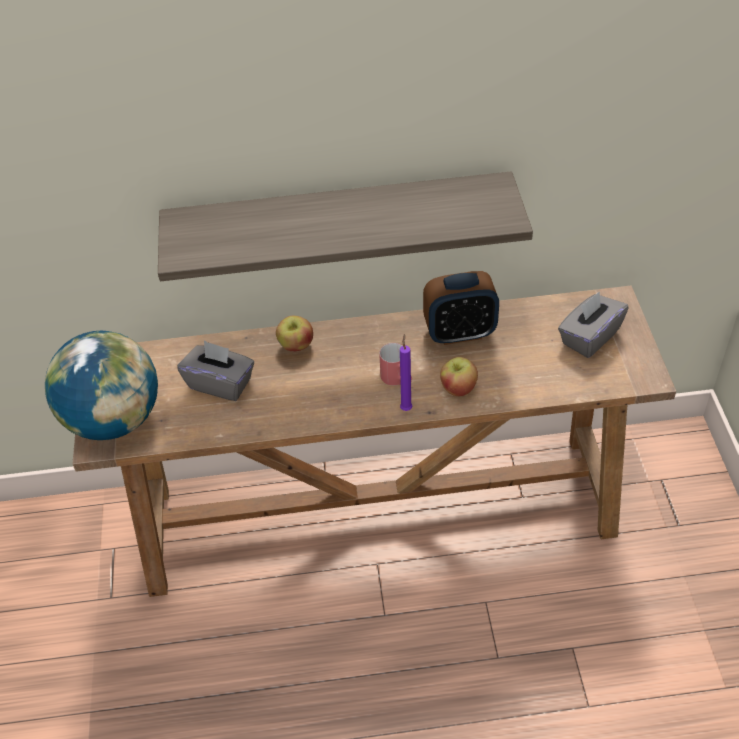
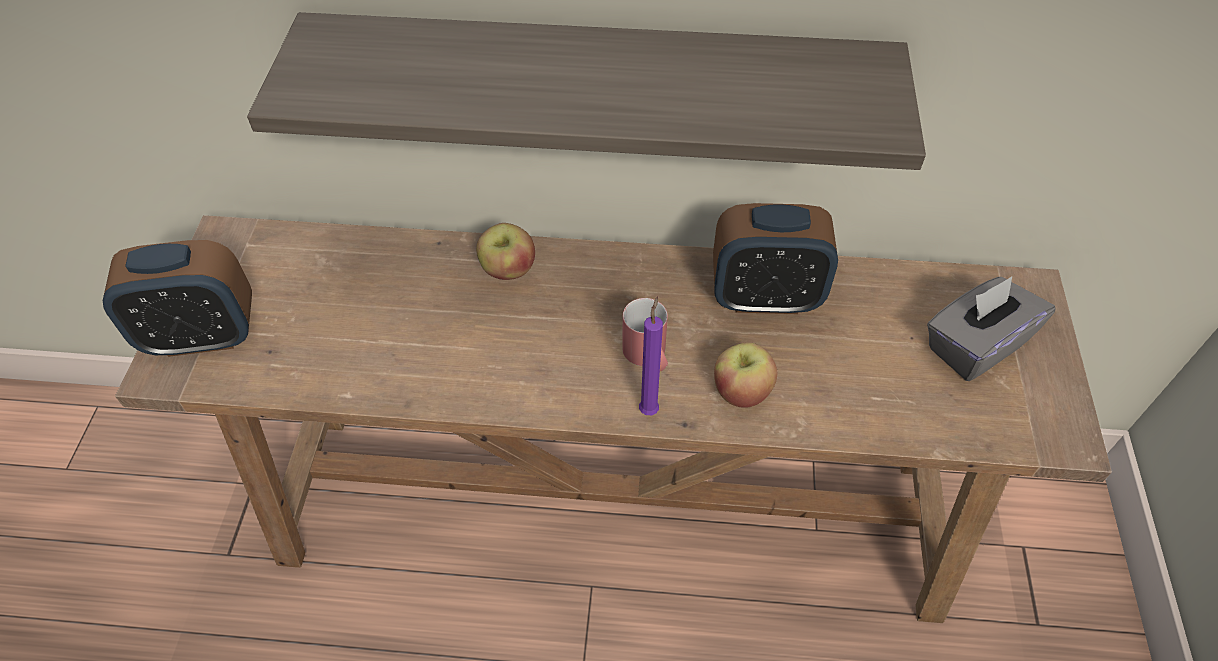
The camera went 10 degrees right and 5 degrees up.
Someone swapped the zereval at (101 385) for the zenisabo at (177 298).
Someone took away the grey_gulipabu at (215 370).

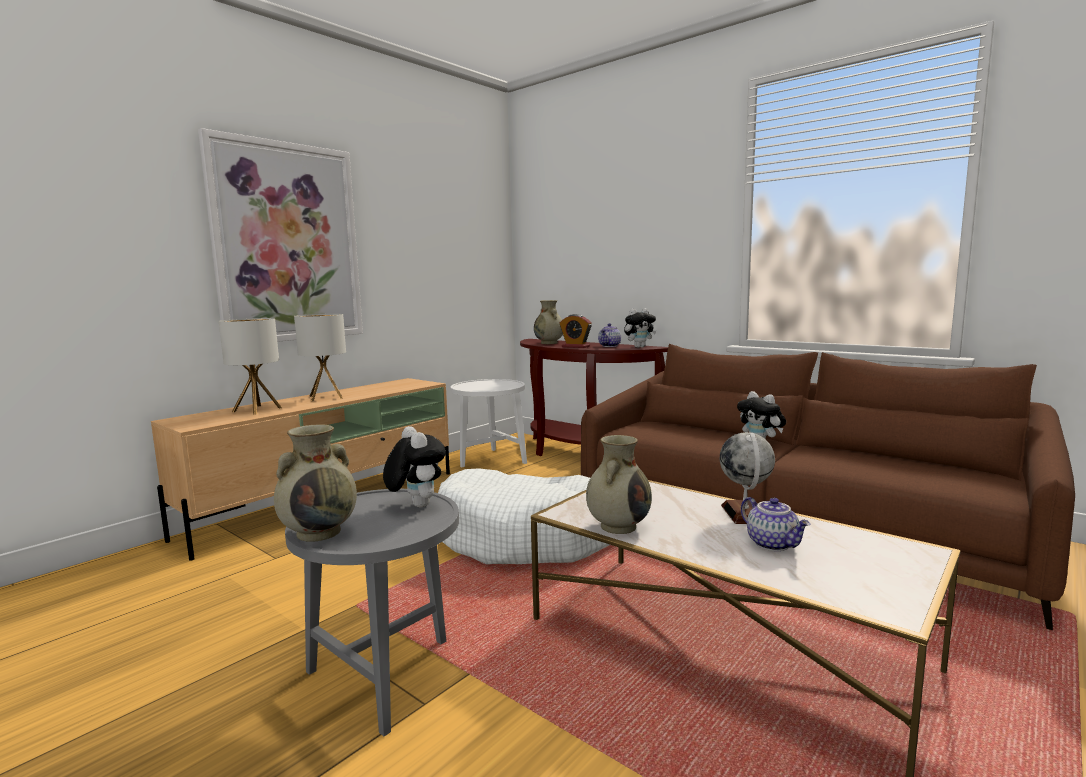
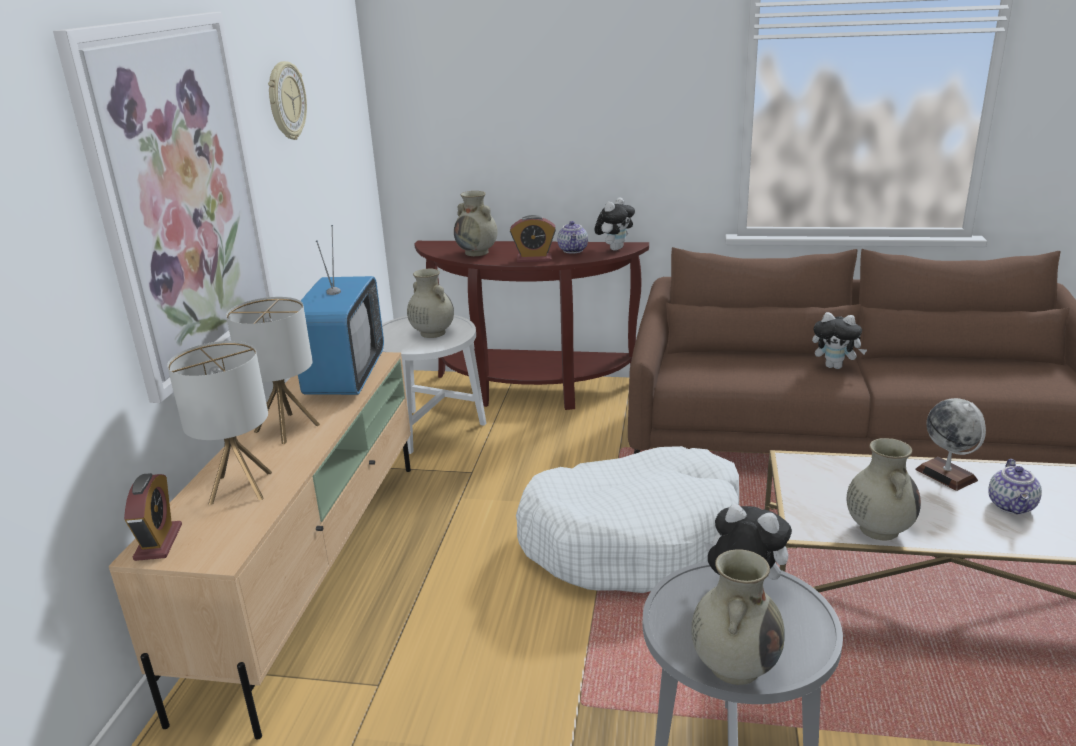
The camera went 30 degrees left and 15 degrees up.
Someone put down the zenisabo at (153 517).
Someone put up the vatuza at (287 100).
Someone put down the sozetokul at (341 310).
Someone put down the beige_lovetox at (430 303).
Someone rotated the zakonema at (775 524) by 75 degrees clockwise.

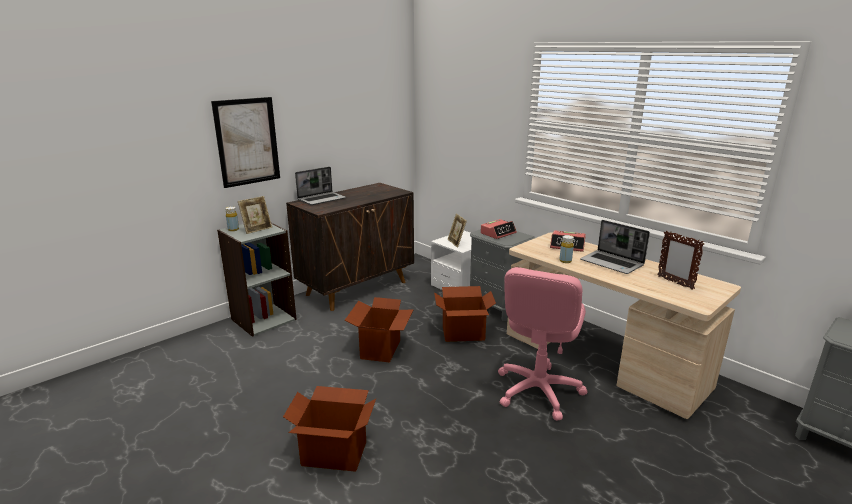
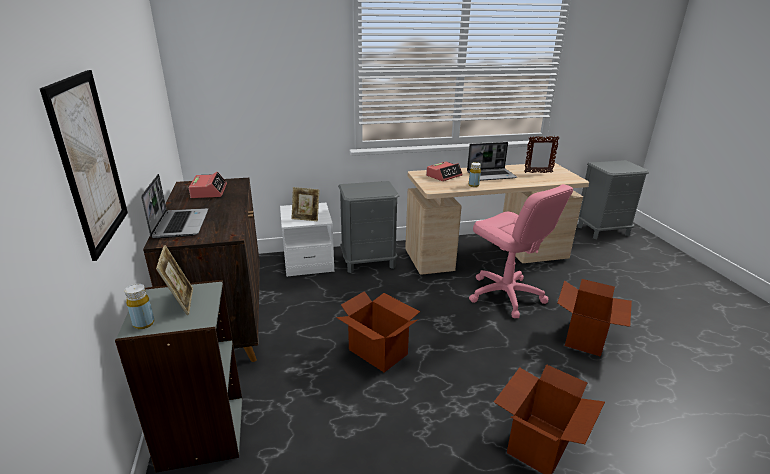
The camera went 60 degrees left and 5 degrees up.
Someone carried the zenisabo from (499 229) to (208 185).
Someone carried the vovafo from (465 314) to (594 318).

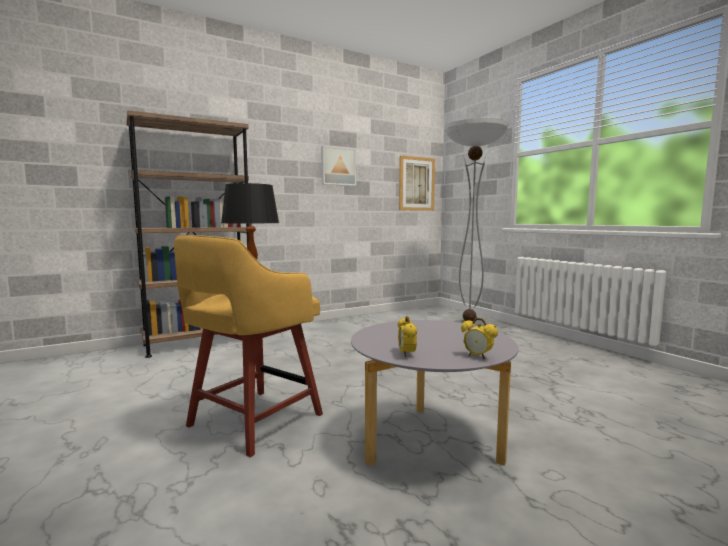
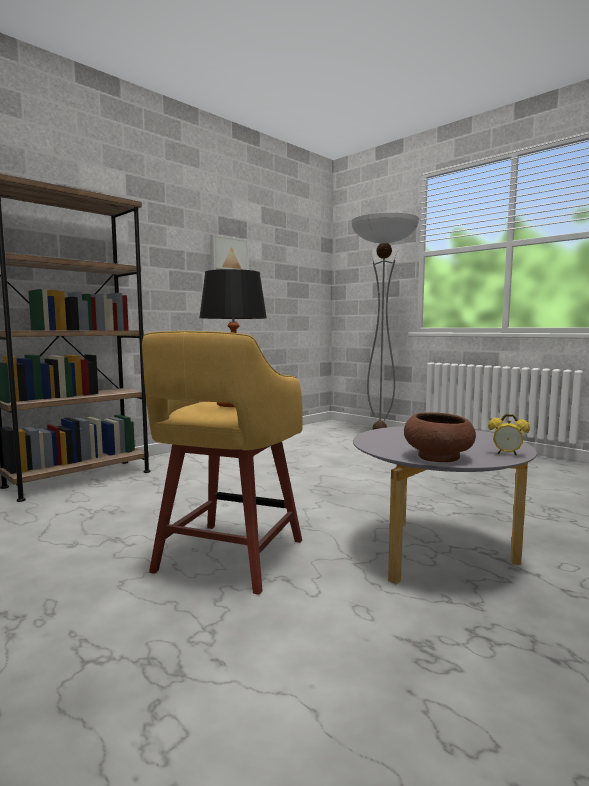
The camera went 15 degrees left and 0 degrees up.
Someone swapped the zenisabo at (407 336) for the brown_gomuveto at (440 437).
Someone took away the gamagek at (417 183).

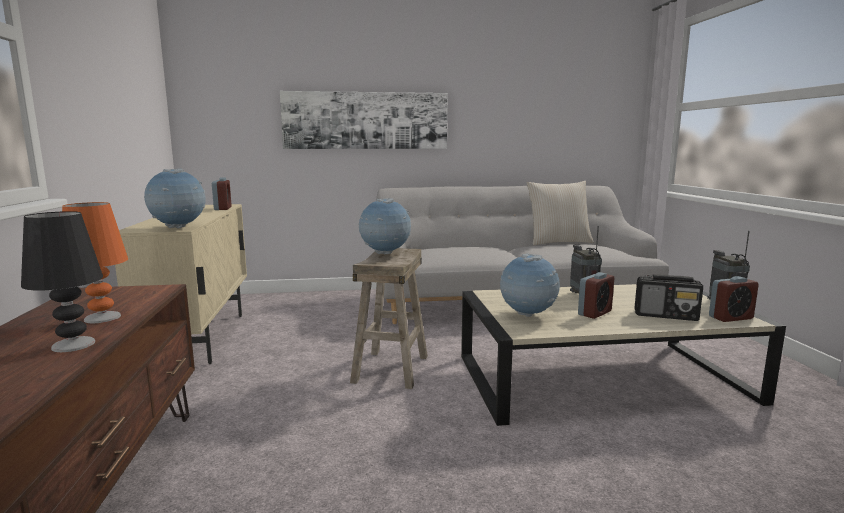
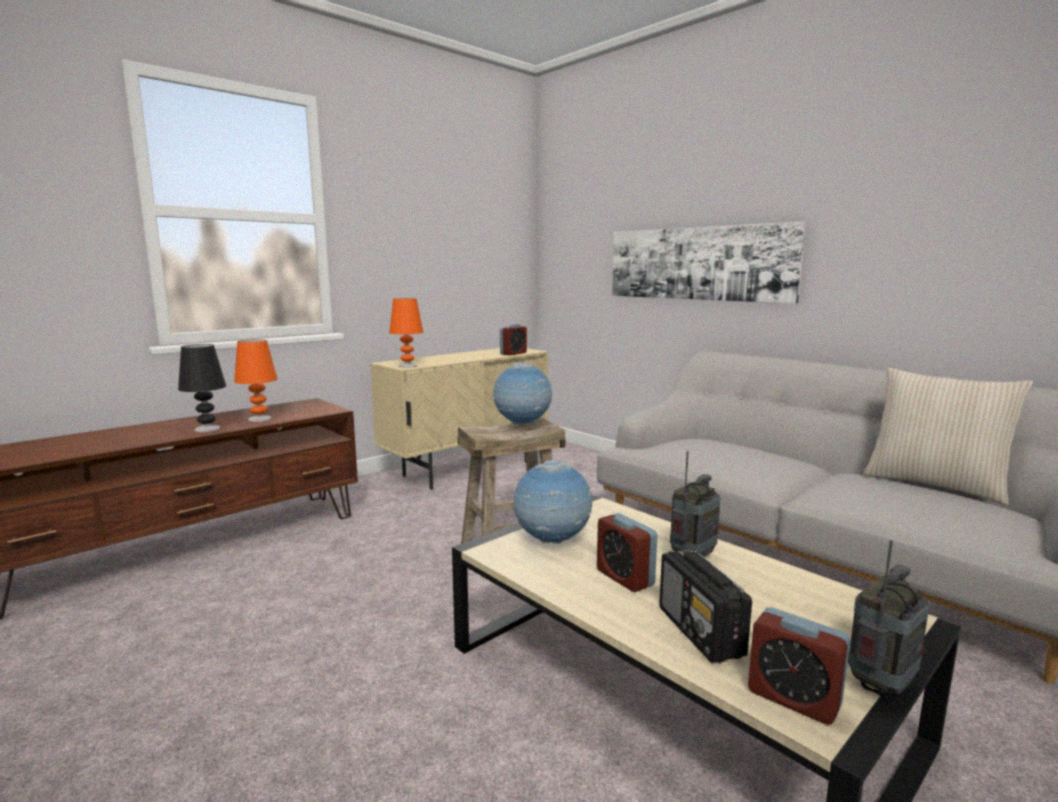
The camera went 55 degrees right and 0 degrees up.
Someone swapped the zereval at (175 199) for the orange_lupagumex at (406 333).
Someone rotated the zenisabo at (596 295) by 45 degrees clockwise.

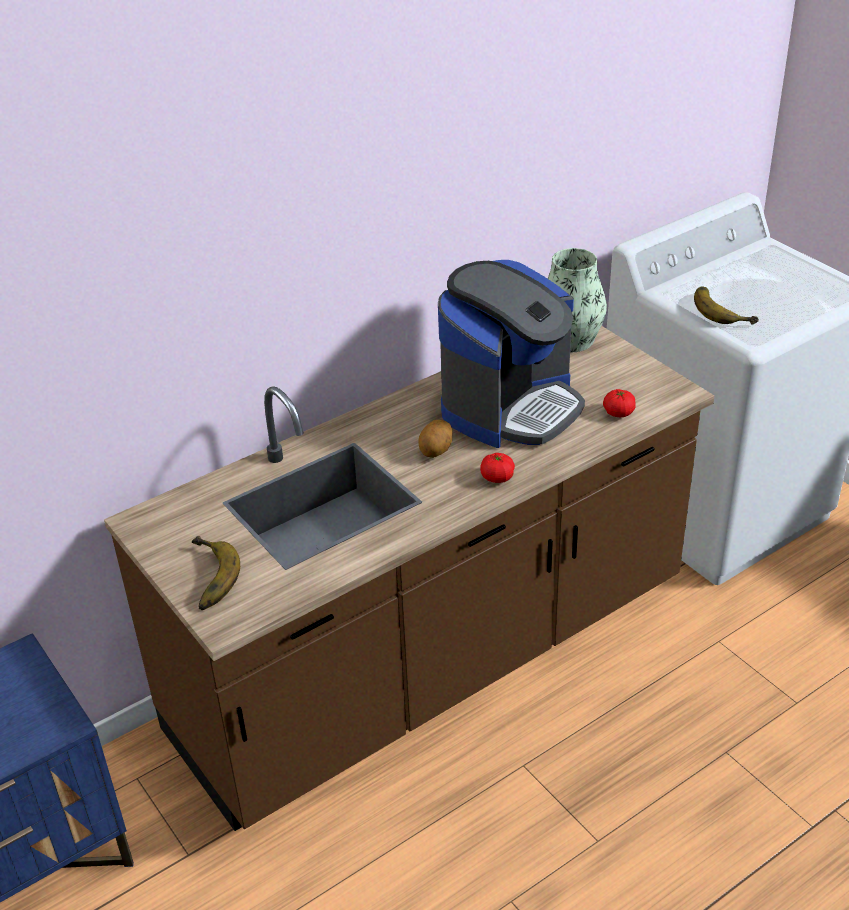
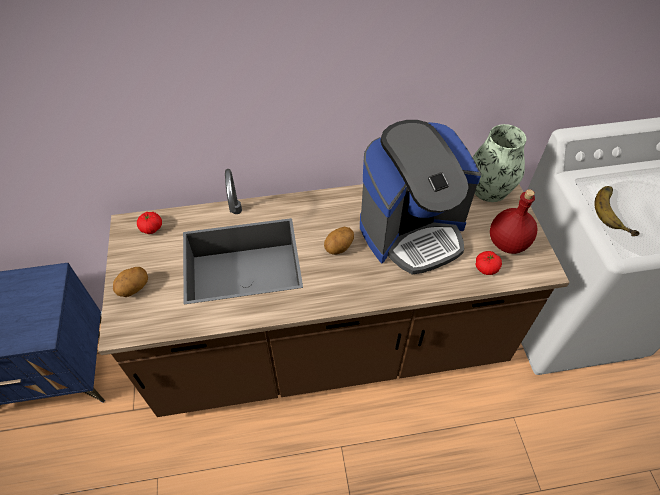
The camera went 25 degrees right and 15 degrees up.
Someone swapped the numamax at (216 573) for the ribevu at (130 282).
Someone carried the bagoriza from (497 468) to (149 223).
Someone put down the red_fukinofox at (513 221).

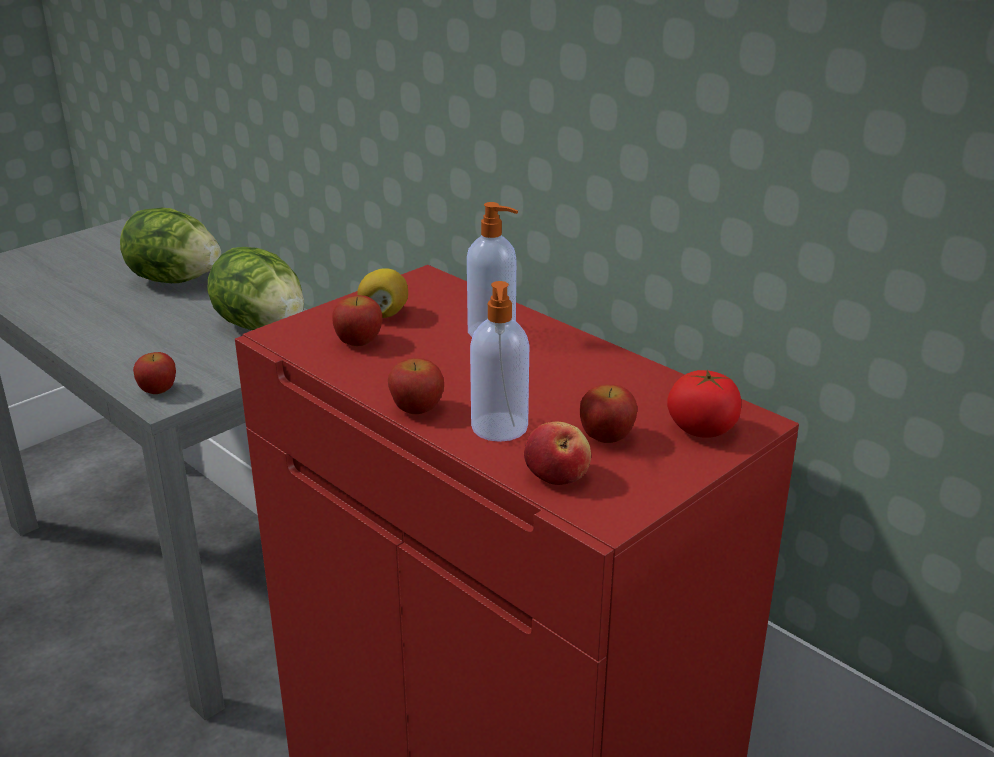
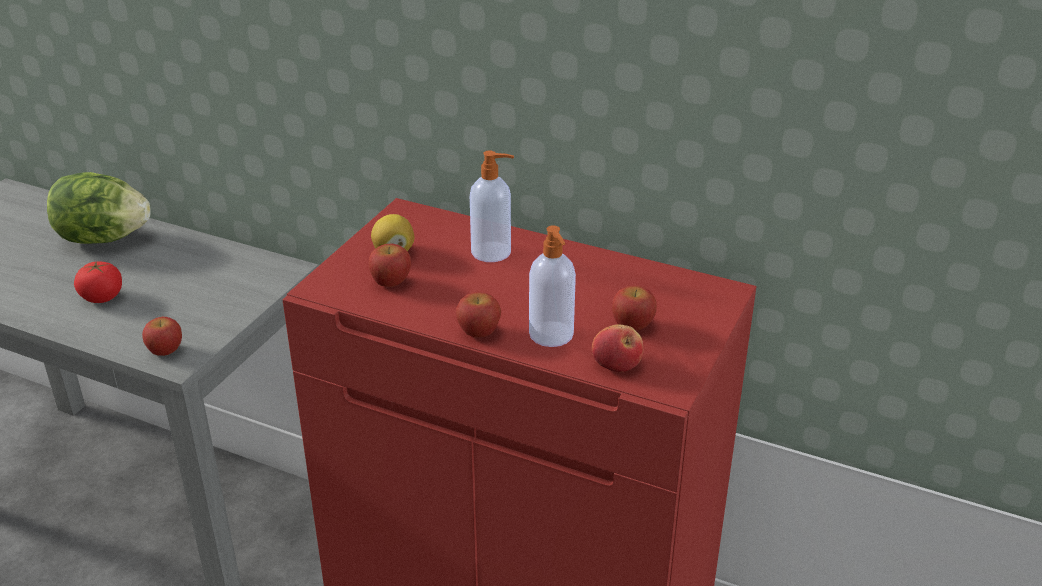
The camera went 20 degrees left and 5 degrees up.
Someone carried the bagoriza from (704 404) to (98 282).
Someone took away the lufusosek at (255 288).

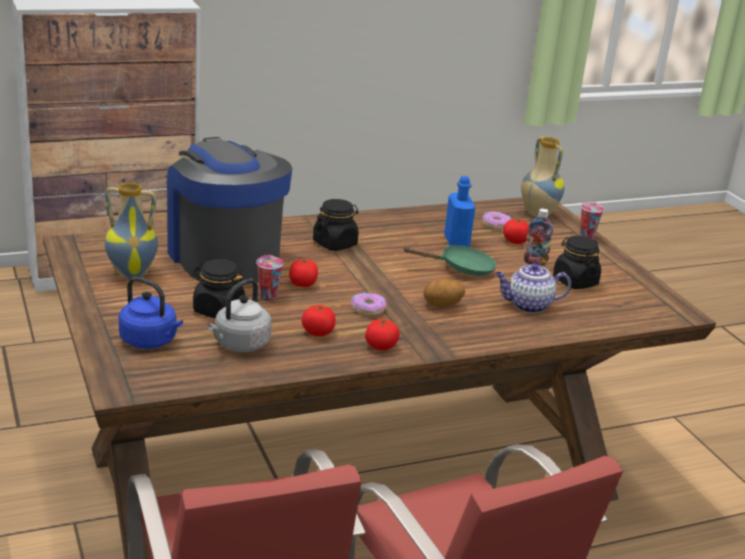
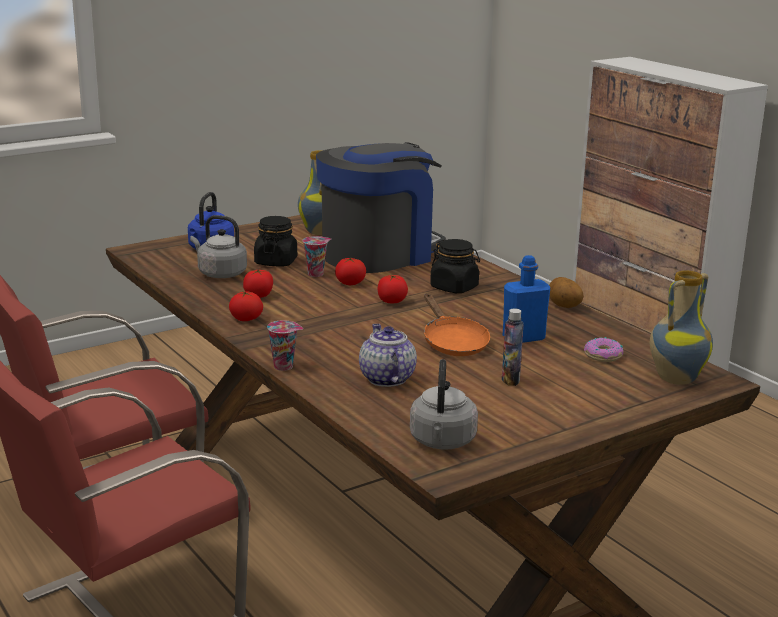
The camera went 80 degrees right and 5 degrees down.
Someone carried the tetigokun from (592 220) to (285 345).
Someone carried the bagoriza from (516 231) to (392 289).
Someone put down the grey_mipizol at (444 404).
Someone repainted the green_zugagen at (450 260), which became the orange_zugagen at (457 325).
Someone carried the ribevu from (444 293) to (566 292).
Someone took away the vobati at (368 303).
Someone took away the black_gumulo at (577 262).

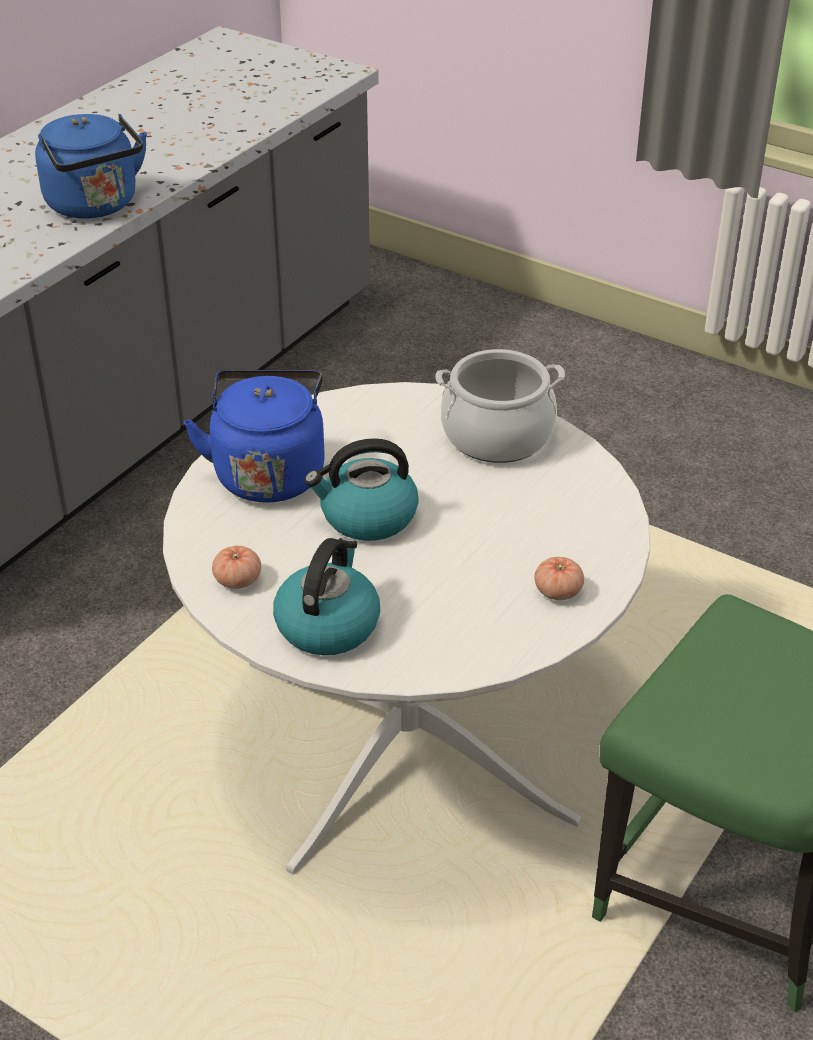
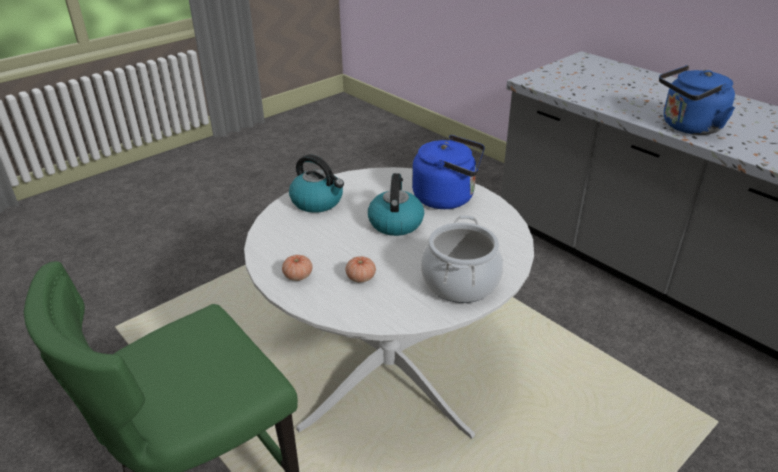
The camera went 105 degrees right and 5 degrees down.
Someone carried the bagoriza from (236 567) to (360 269).

